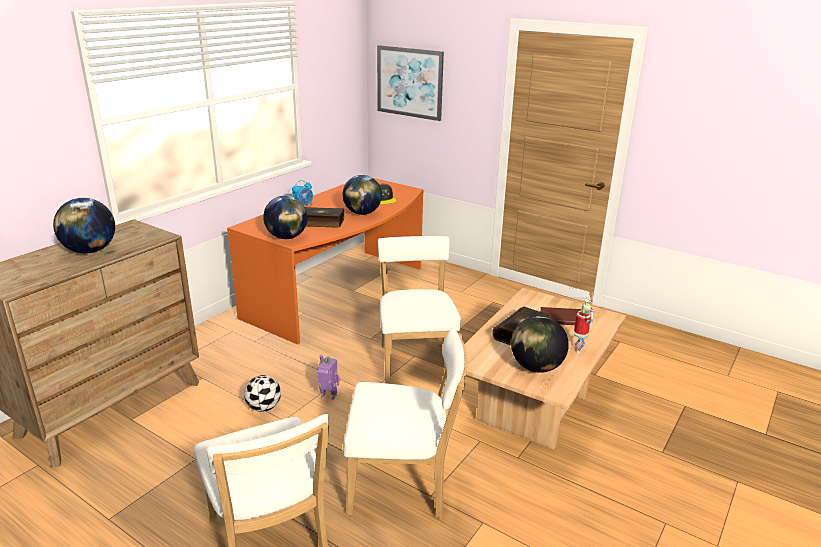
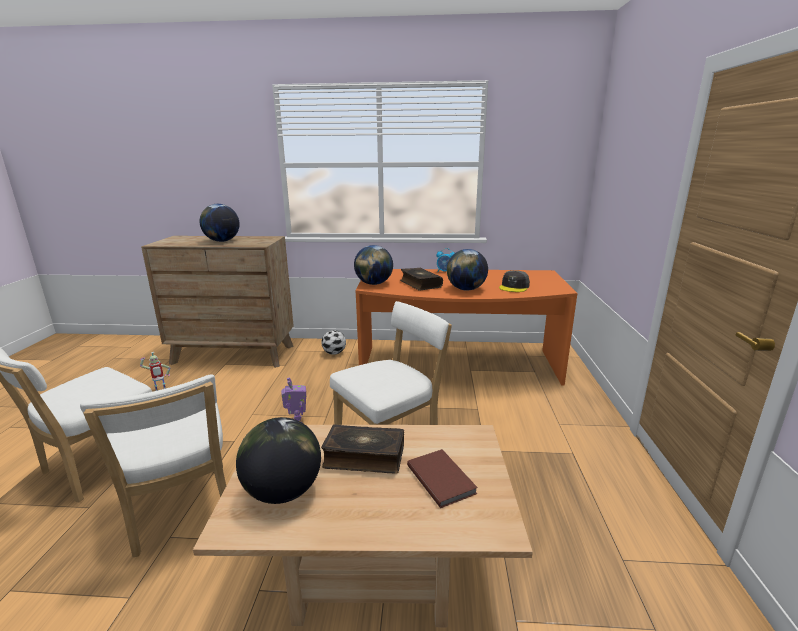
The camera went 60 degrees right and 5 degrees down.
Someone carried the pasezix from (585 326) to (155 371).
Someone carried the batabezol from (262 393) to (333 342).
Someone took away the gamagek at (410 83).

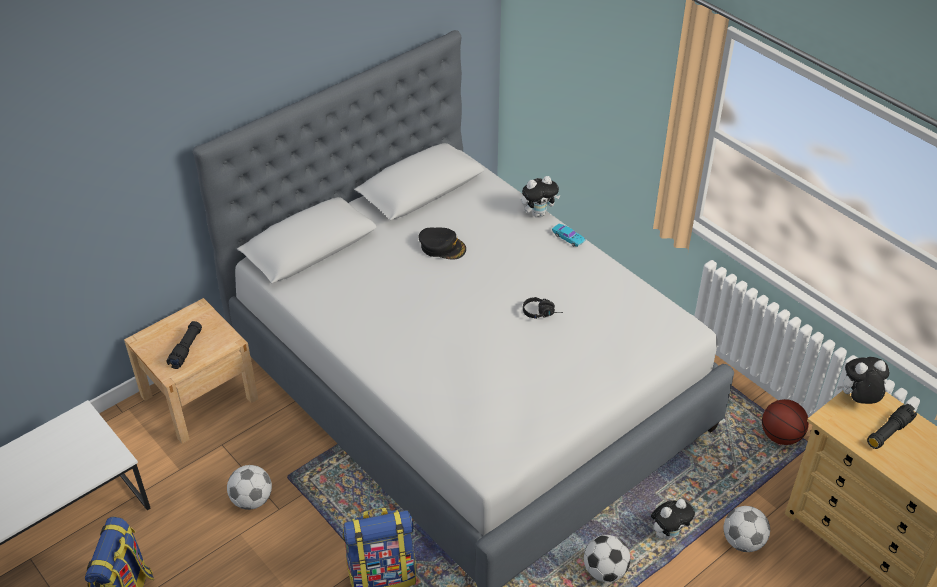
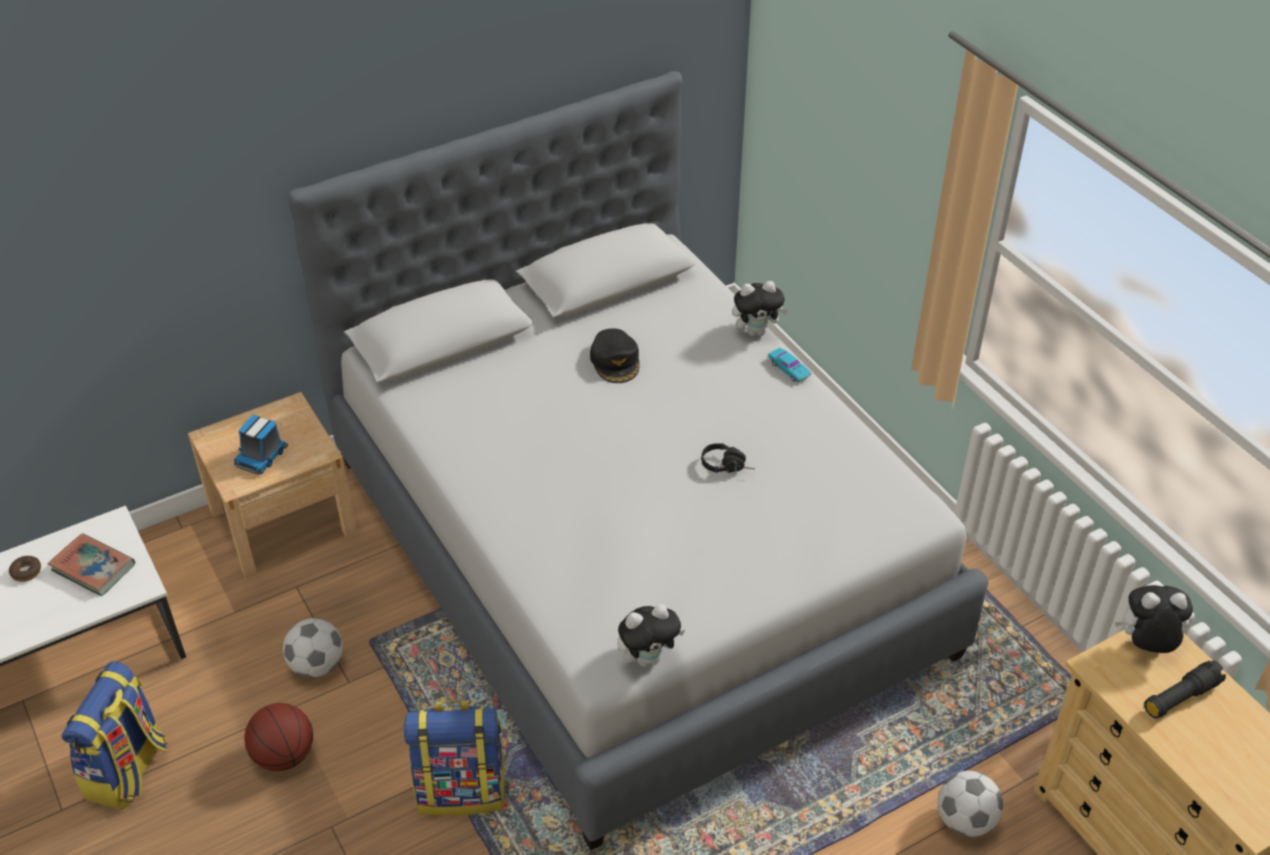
The camera went 10 degrees right and 0 degrees up.
Someone put down the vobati at (25 569).
Someone put down the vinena at (91 564).
Someone swapped the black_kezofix at (184 345) for the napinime at (261 444).
Someone carried the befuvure from (785 422) to (278 737).
Someone rotated the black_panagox at (442 244) by 45 degrees clockwise.
Someone carried the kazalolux from (673 519) to (651 635).
Someone took away the batabezol at (607 558).

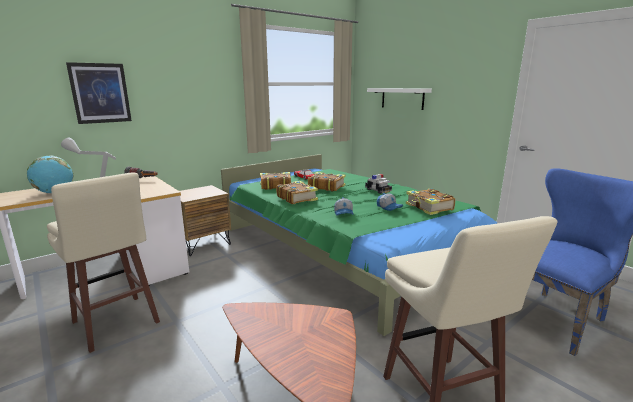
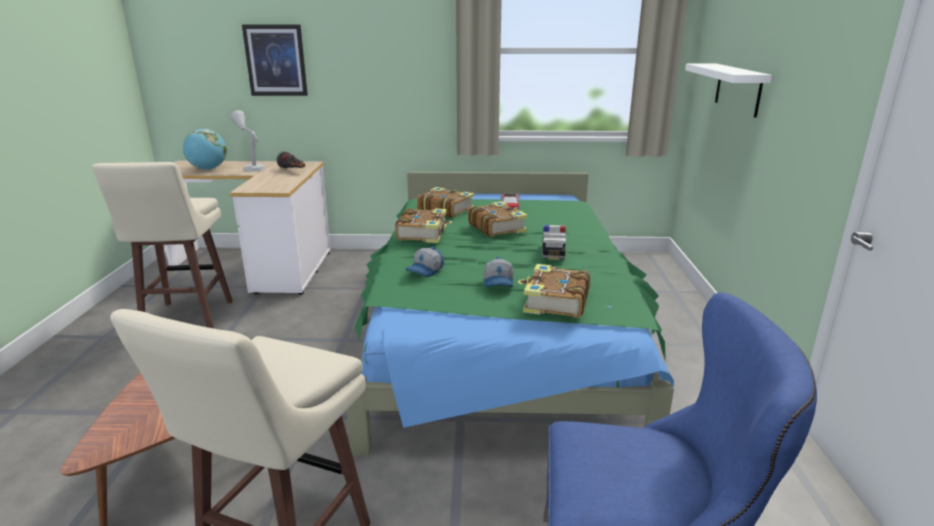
The camera went 40 degrees right and 5 degrees up.
Someone took away the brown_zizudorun at (205 220).

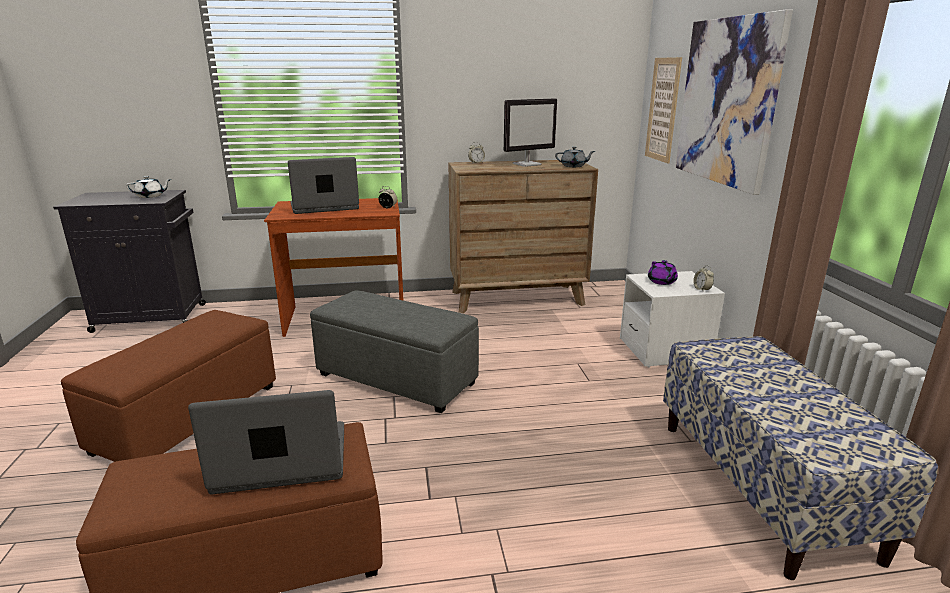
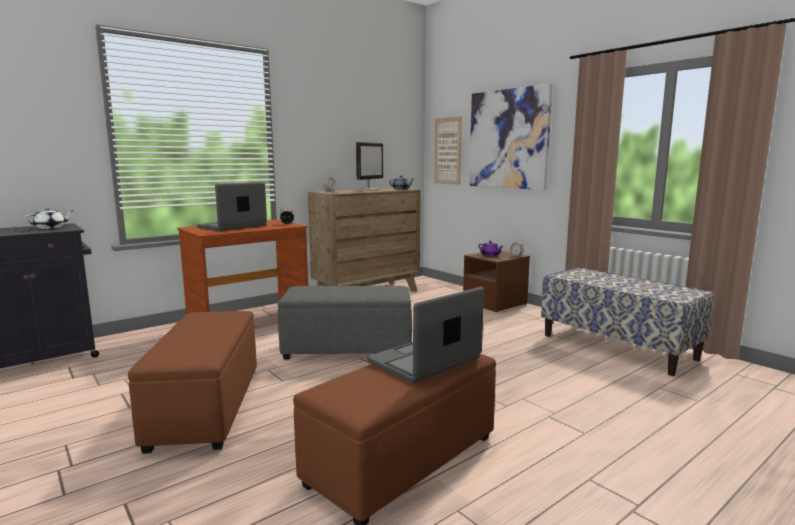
The camera went 30 degrees left and 10 degrees down.
Someone repainted the white_zizudorun at (672 319), which became the brown_zizudorun at (496 282).

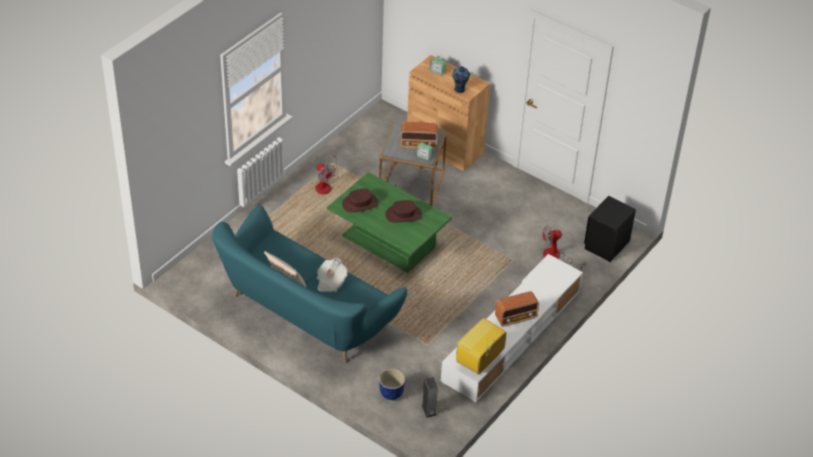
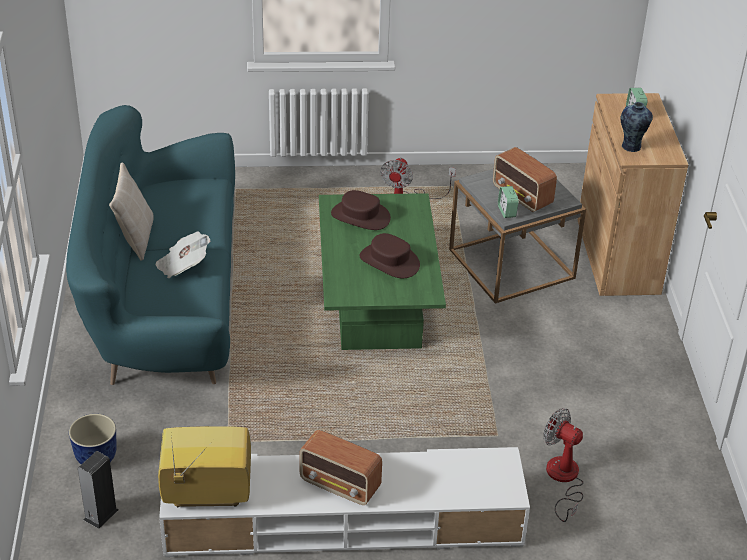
The camera went 50 degrees right and 5 degrees down.
Someone took away the black_zizudorun at (610 229).

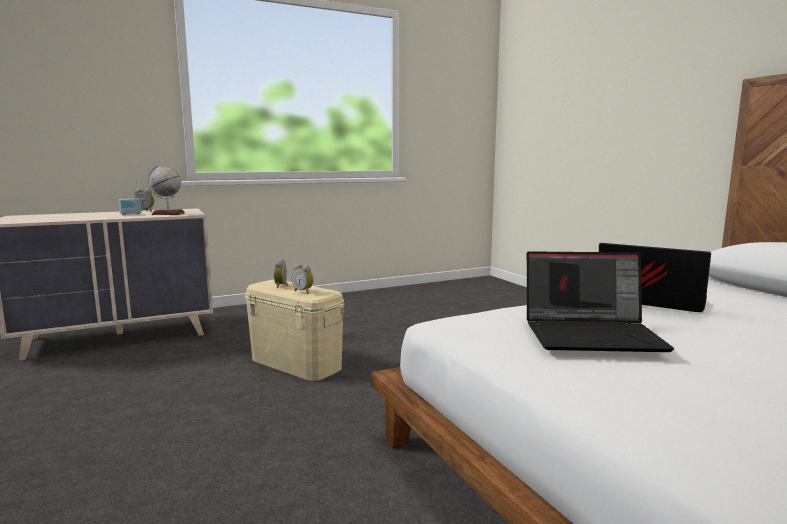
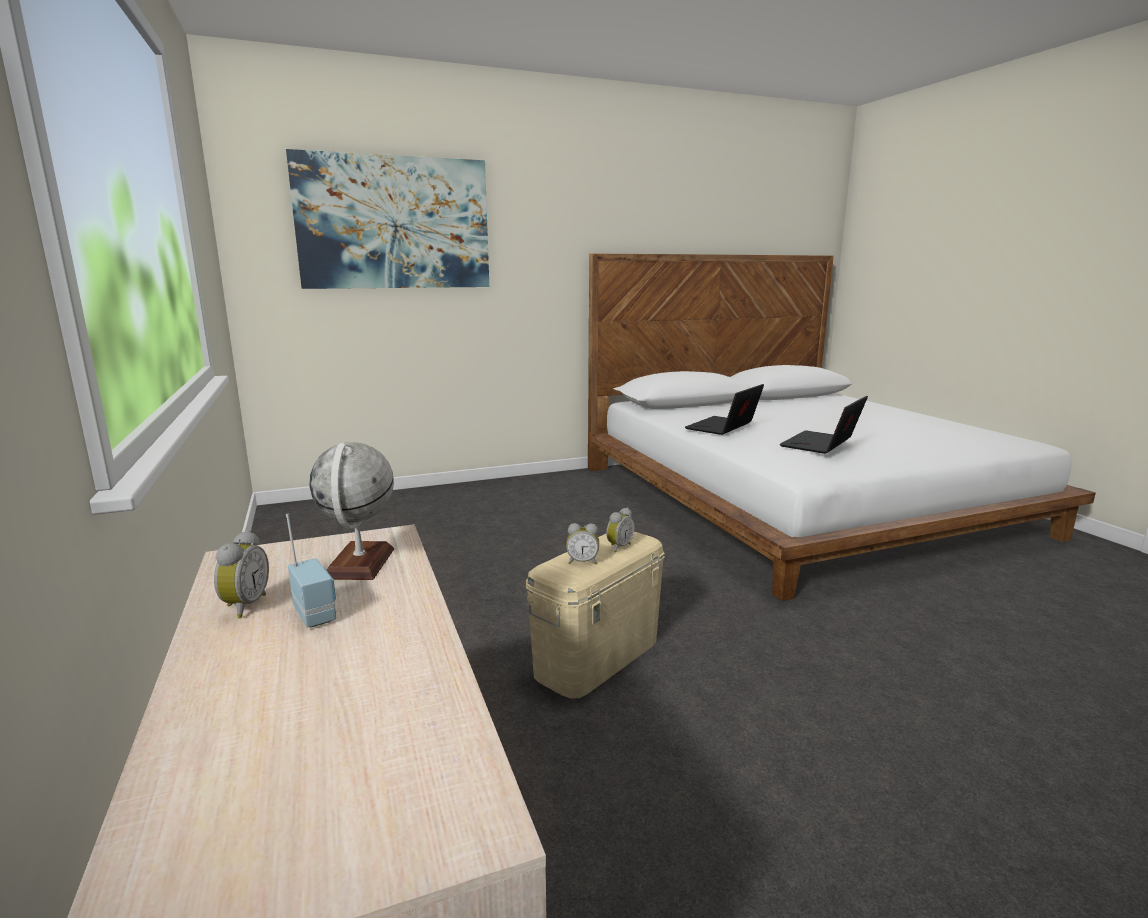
The camera went 85 degrees left and 5 degrees up.
Someone put up the gamagek at (387 219).
Someone rotated the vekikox at (600 301) by 150 degrees counterclockwise.

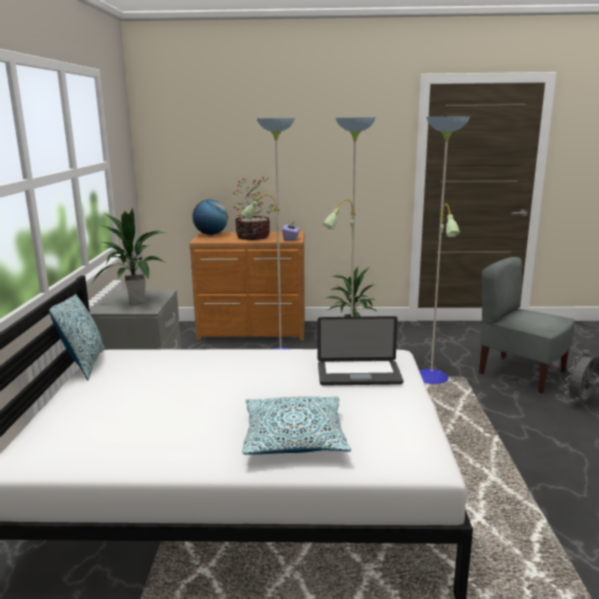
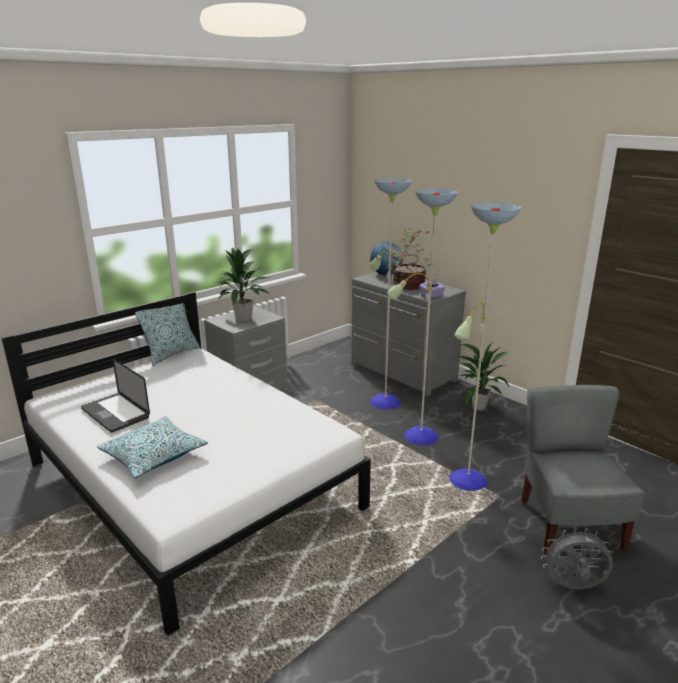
The camera went 45 degrees right and 5 degrees up.
Someone carried the vekikox from (360 351) to (115 395).
Someone repainted the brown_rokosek at (247 286), which became the grey_rokosek at (408 334).

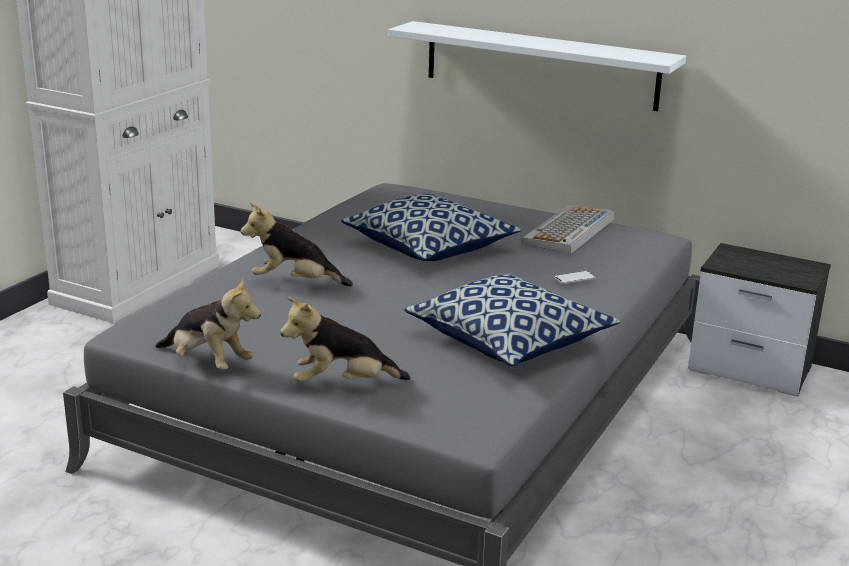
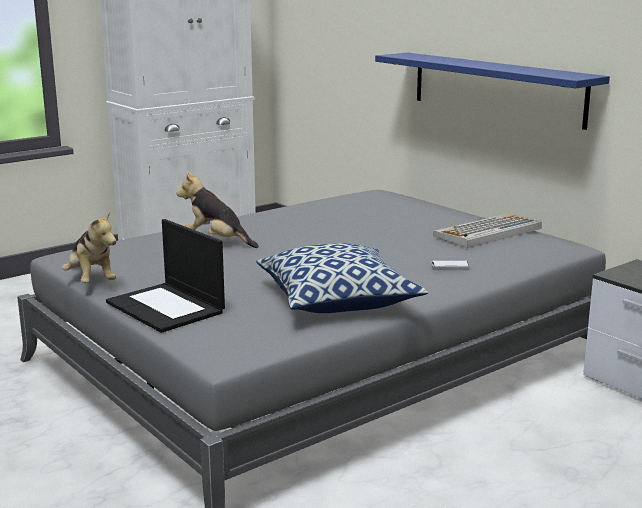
The camera went 25 degrees right and 5 degrees down.
Someone swapped the kazalolux at (345 339) for the vekikox at (165 276).
Someone repainted the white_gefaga at (537 66), which became the blue_gefaga at (492 91).
Someone took away the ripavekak at (431 227).

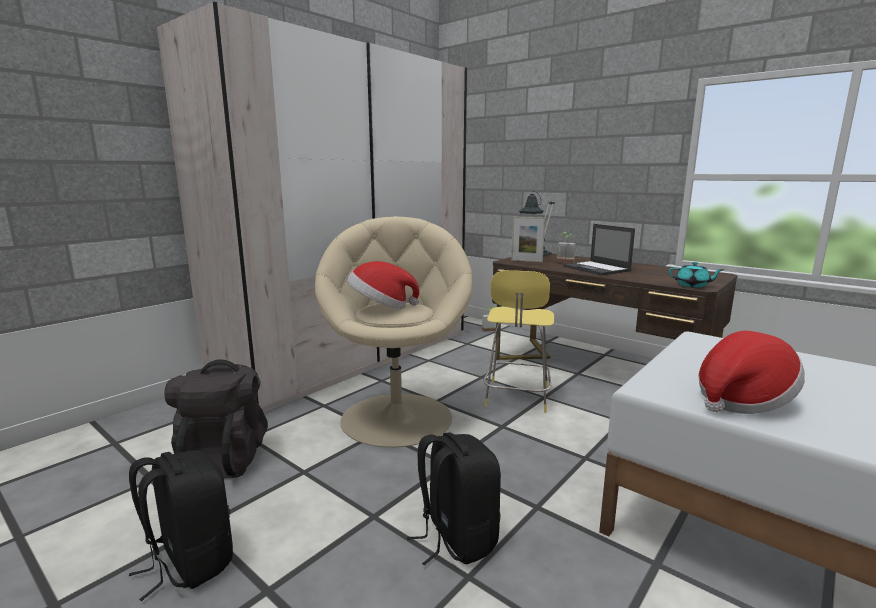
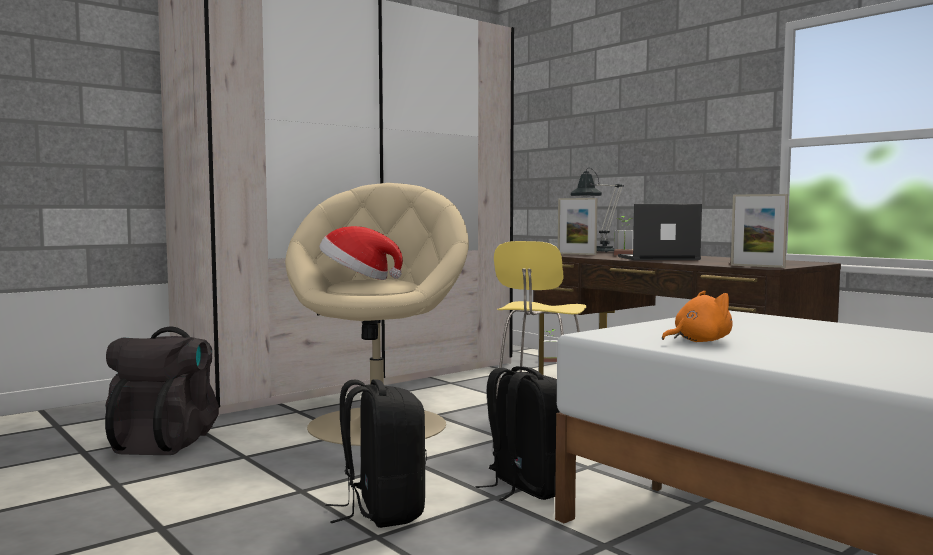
The camera went 10 degrees right and 10 degrees down.
Someone carried the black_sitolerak from (181 525) to (517 433).
Someone rotated the vekikox at (599 249) by 105 degrees clockwise.
Someone swapped the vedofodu at (751 372) for the orange_kazalolux at (697 316).
Someone swapped the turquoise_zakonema at (696 275) for the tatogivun at (759 231).

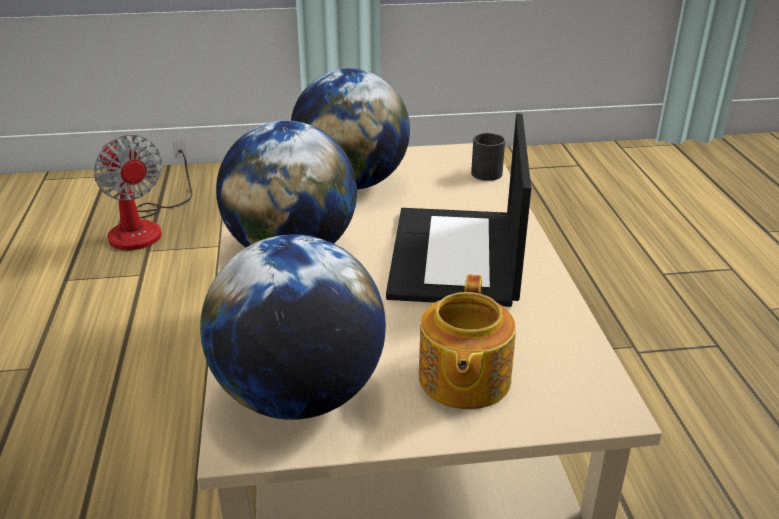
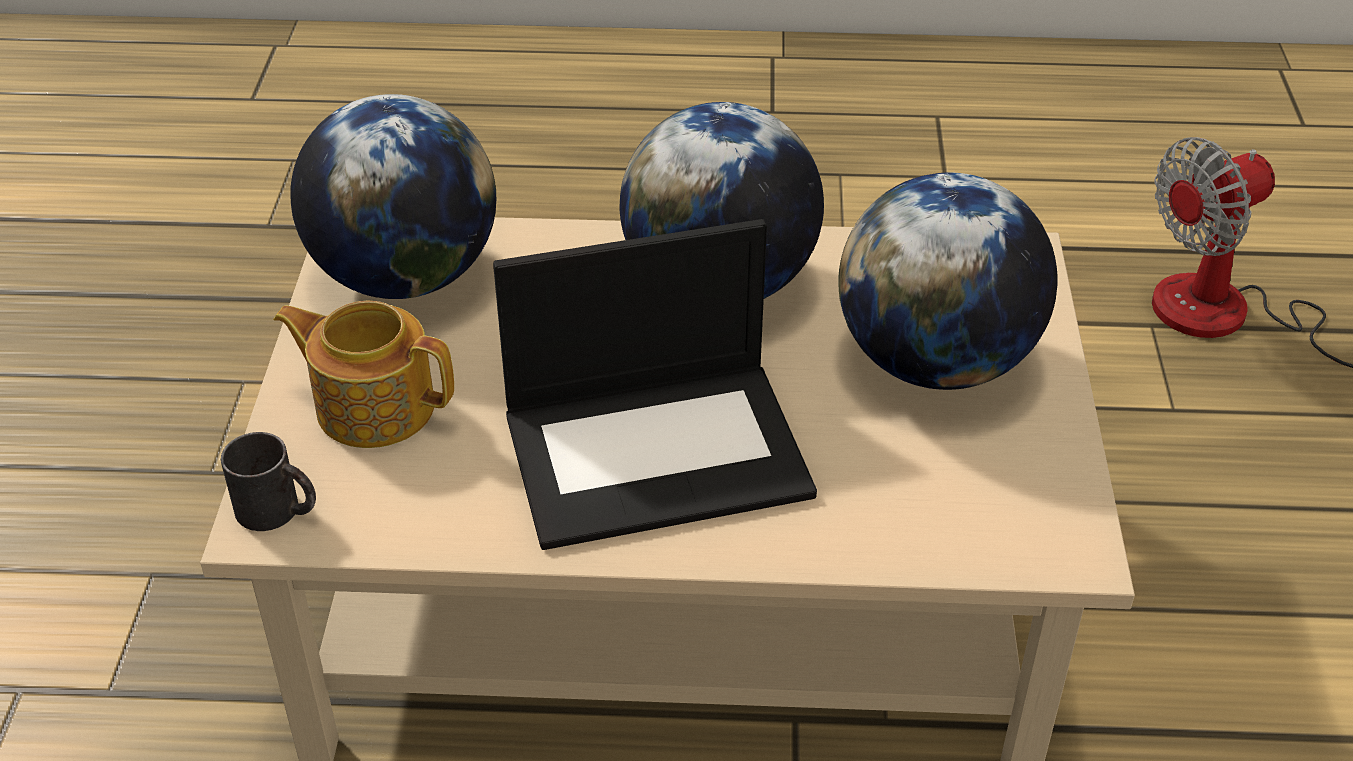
The camera went 100 degrees right and 10 degrees up.
Someone carried the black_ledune from (488 157) to (268 481).
Someone rotated the vekikox at (458 210) by 150 degrees clockwise.

